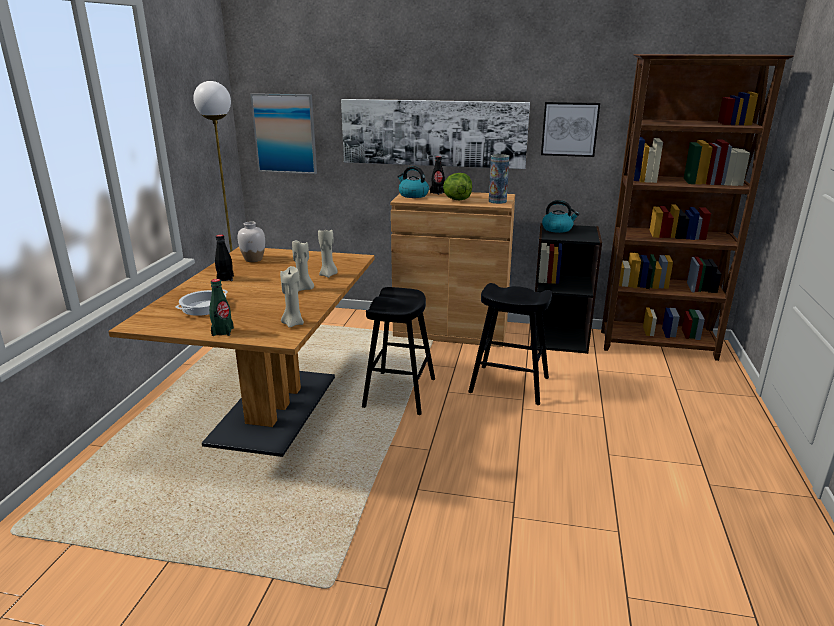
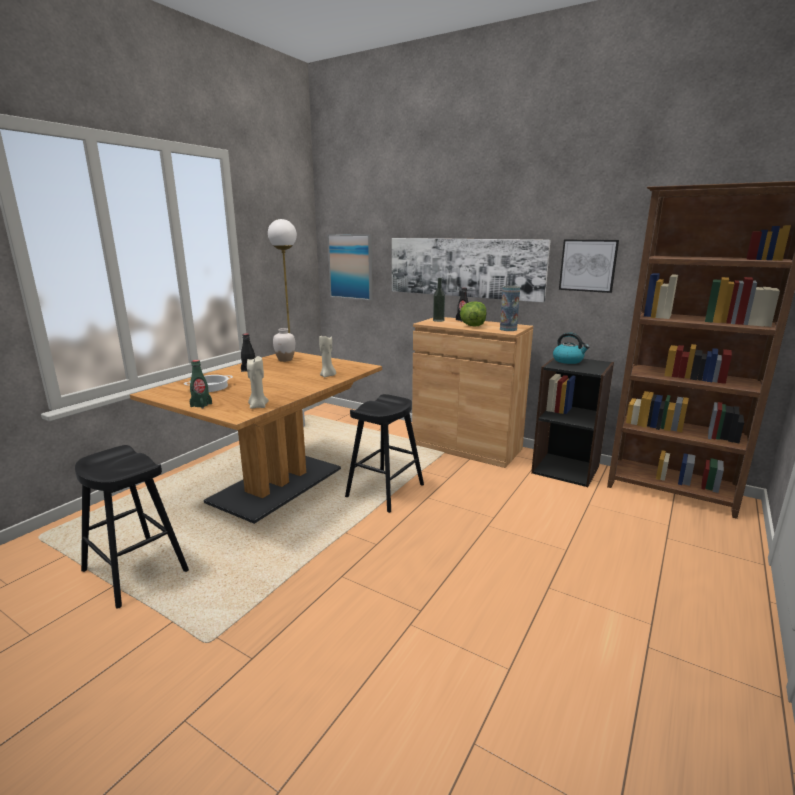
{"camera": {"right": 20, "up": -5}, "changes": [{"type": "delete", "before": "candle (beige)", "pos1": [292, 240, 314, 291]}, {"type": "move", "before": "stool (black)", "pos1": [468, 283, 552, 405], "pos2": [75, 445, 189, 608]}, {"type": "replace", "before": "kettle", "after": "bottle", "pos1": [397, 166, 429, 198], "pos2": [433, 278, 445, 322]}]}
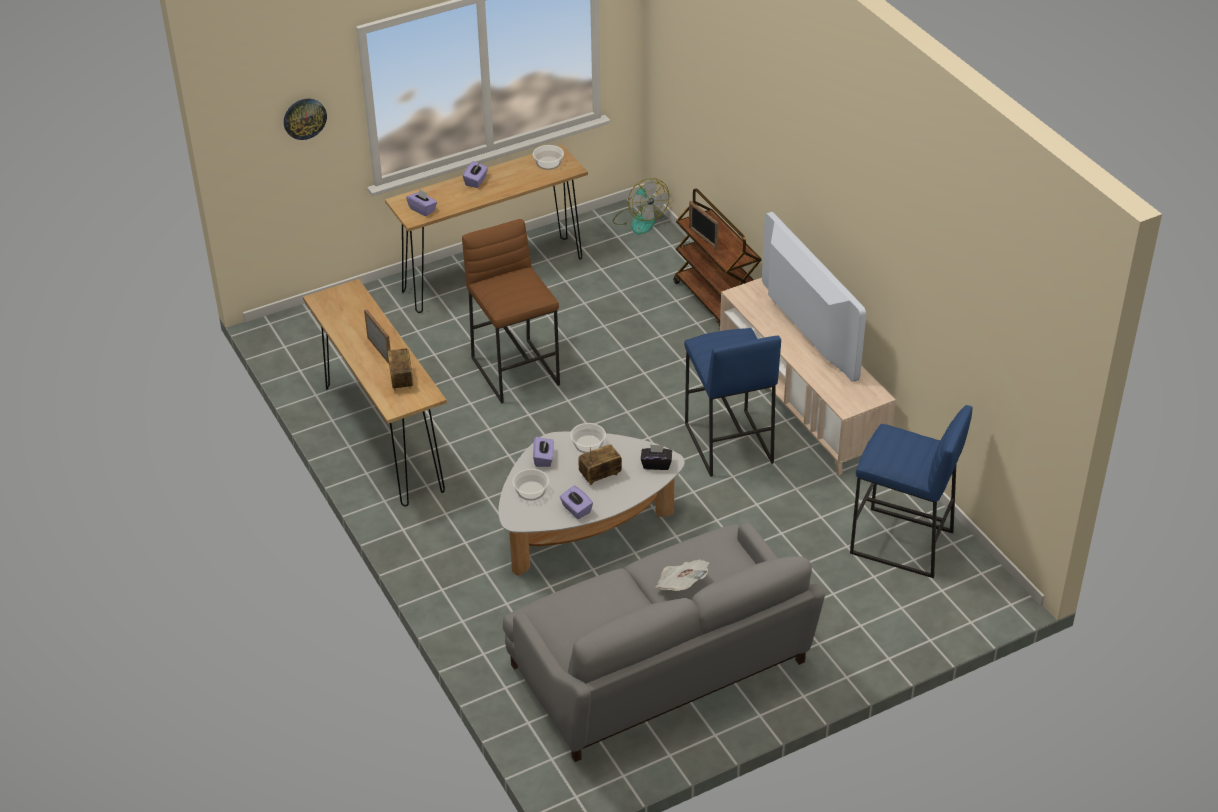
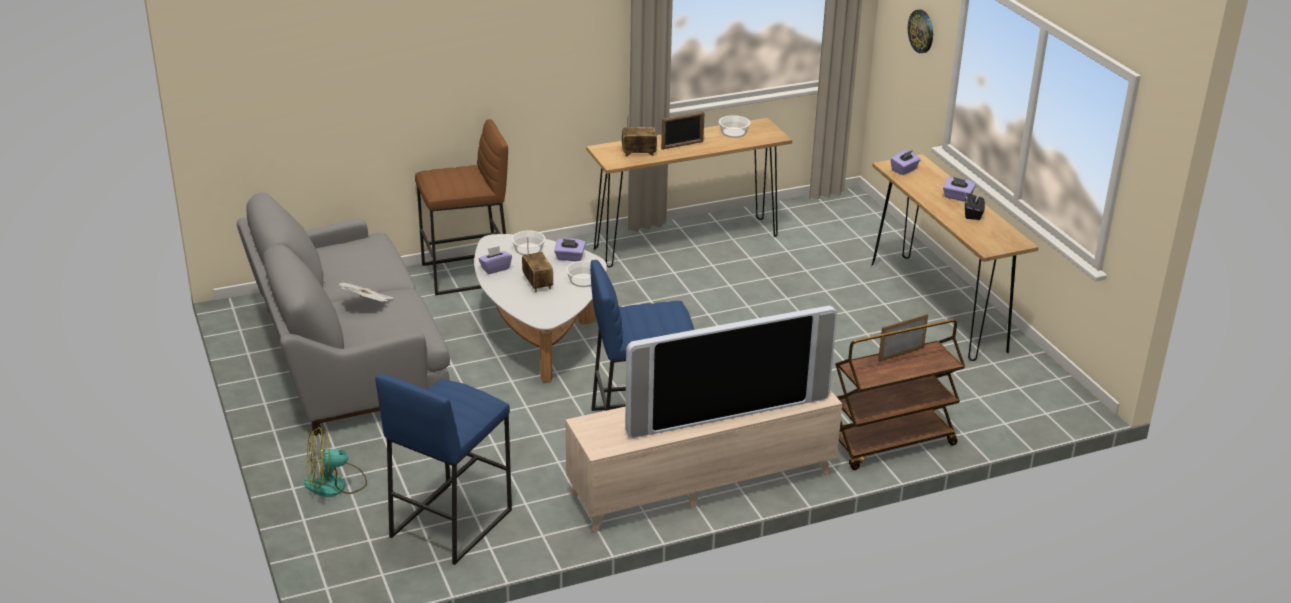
{"camera": {"right": 95, "up": -10}, "changes": [{"type": "move", "before": "stool (brown)", "pos1": [462, 219, 560, 404], "pos2": [415, 119, 508, 295]}, {"type": "move", "before": "bowl", "pos1": [533, 145, 564, 170], "pos2": [719, 115, 750, 138]}, {"type": "move", "before": "fan", "pos1": [613, 178, 669, 234], "pos2": [304, 427, 367, 497]}, {"type": "move", "before": "tissue box (black)", "pos1": [641, 444, 672, 470], "pos2": [965, 193, 985, 220]}]}
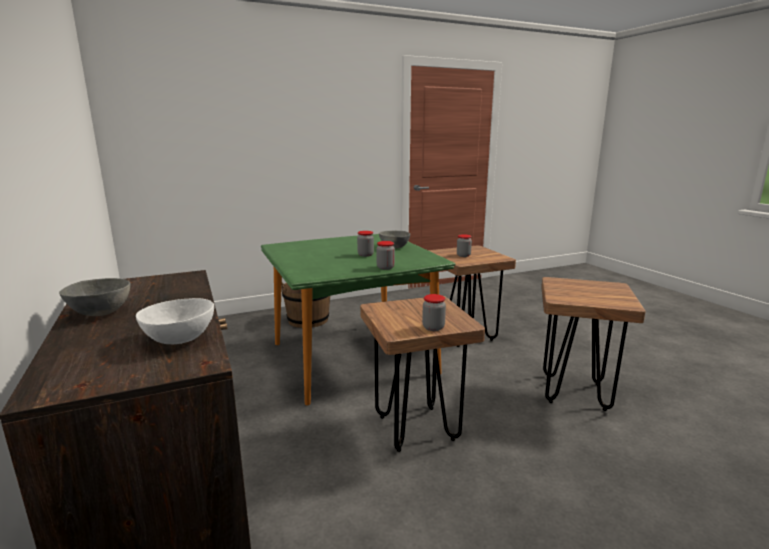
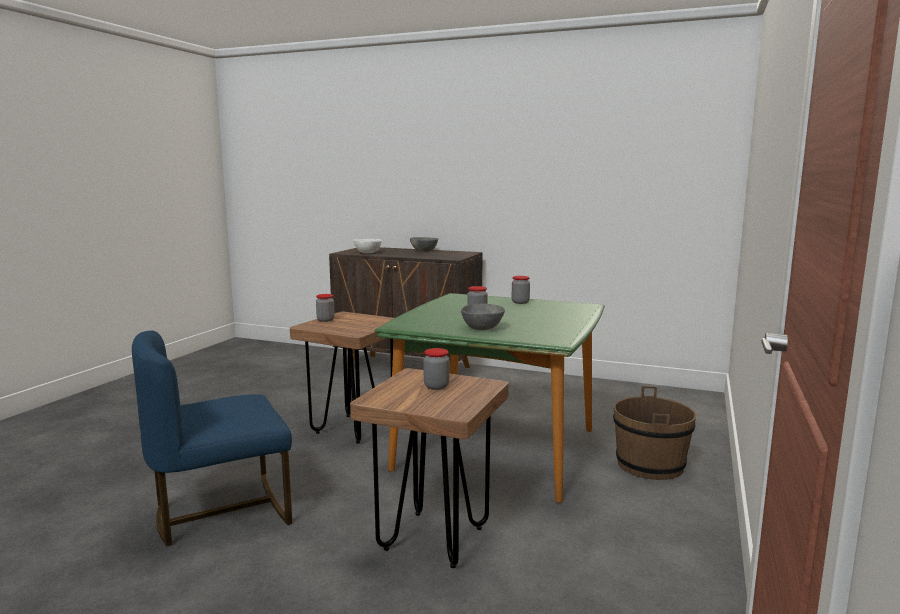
{"camera": {"right": 135, "up": -5}, "changes": [{"type": "move", "before": "jar", "pos1": [376, 241, 395, 270], "pos2": [512, 276, 530, 304]}, {"type": "replace", "before": "stool (brown)", "after": "chair (blue)", "pos1": [541, 277, 646, 411], "pos2": [132, 331, 292, 546]}]}
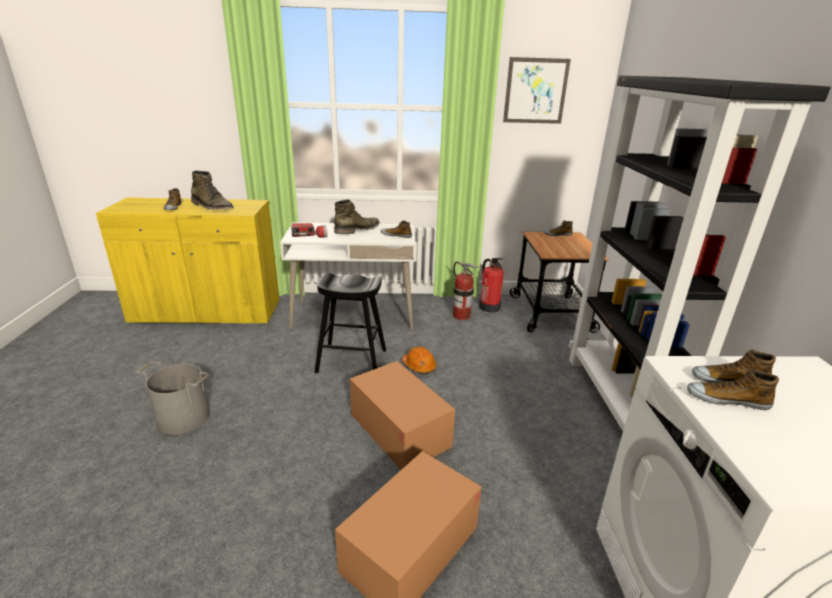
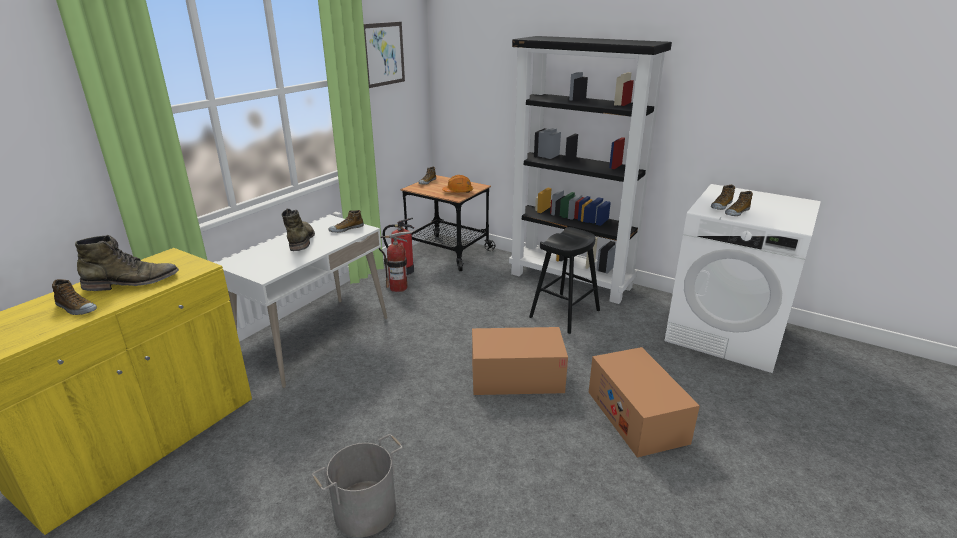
{"camera": {"right": -55, "up": 0}, "changes": [{"type": "delete", "before": "flashlight", "pos1": [291, 223, 327, 238]}, {"type": "move", "before": "stool (black)", "pos1": [315, 273, 386, 373], "pos2": [529, 227, 600, 334]}, {"type": "move", "before": "hard hat (orange)", "pos1": [402, 346, 437, 374], "pos2": [442, 175, 473, 193]}]}
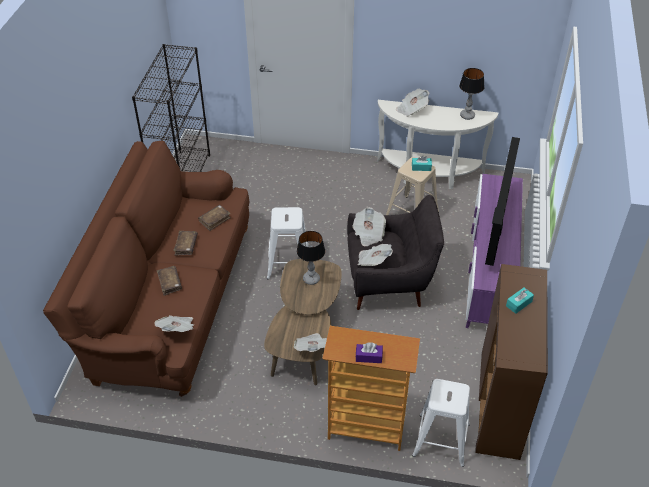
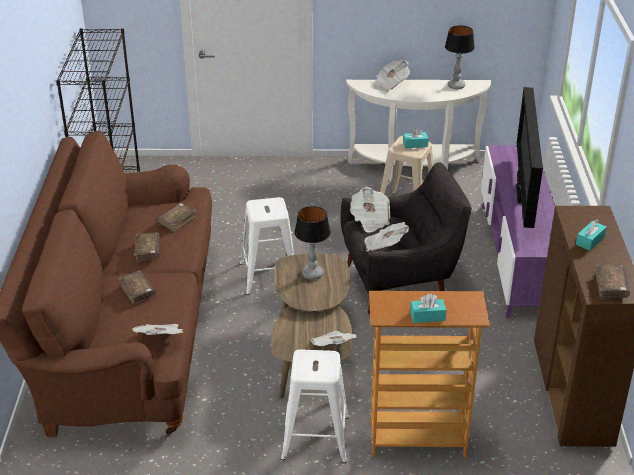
{"camera": {"right": -10, "up": -10}, "changes": [{"type": "insert", "after": "book (brown)", "pos2": [594, 264, 630, 299]}, {"type": "move", "before": "stool (white)", "pos1": [412, 379, 470, 467], "pos2": [281, 350, 349, 463]}, {"type": "recolor", "before": "tissue box (purple)", "after": "tissue box (turquoise)", "pos1": [356, 342, 383, 363], "pos2": [410, 294, 446, 323]}]}
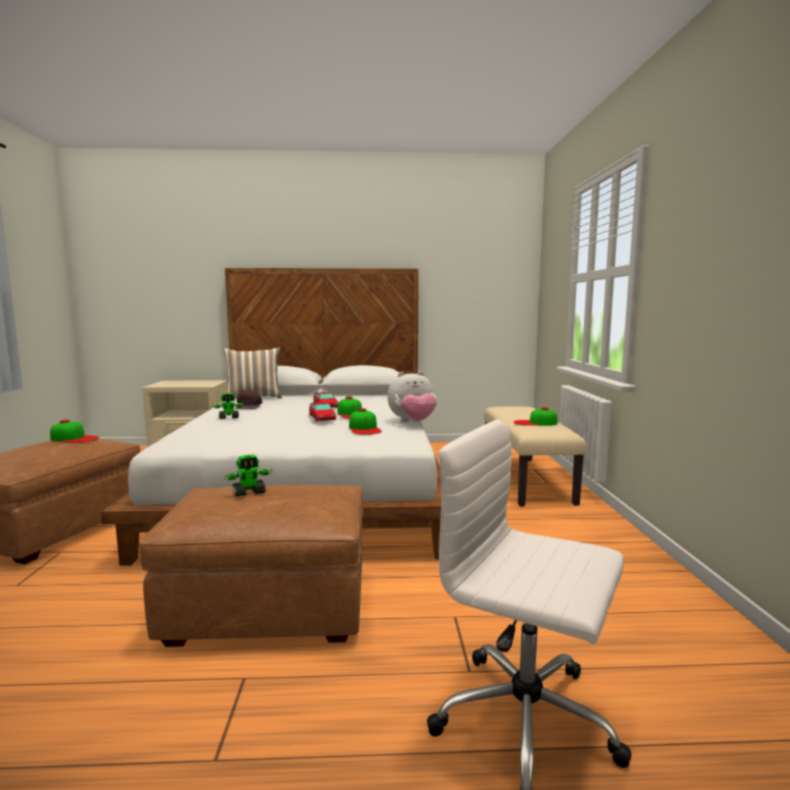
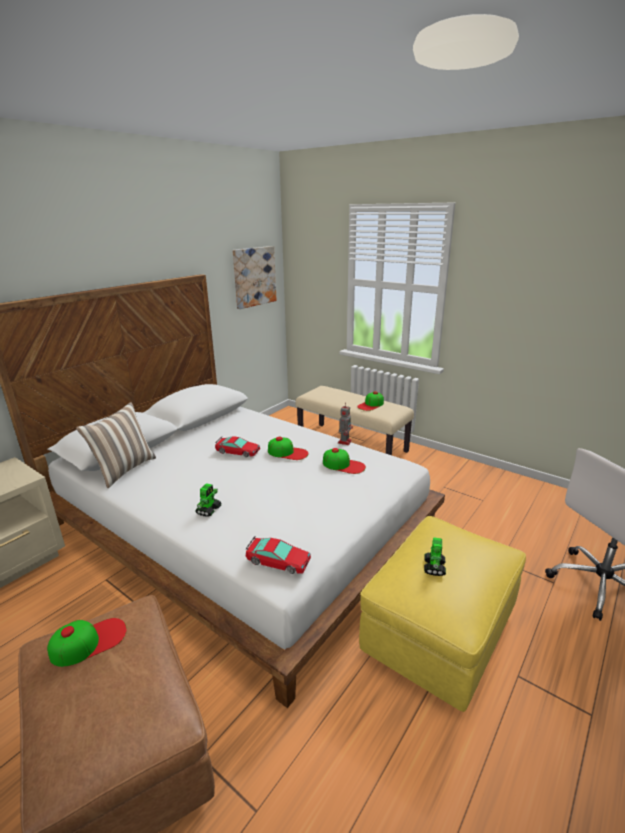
{"camera": {"right": -50, "up": 15}, "changes": [{"type": "delete", "before": "cap (brown)", "pos1": [235, 389, 263, 409]}, {"type": "insert", "after": "picture", "pos2": [232, 246, 277, 309]}, {"type": "move", "before": "toy car", "pos1": [309, 402, 336, 422], "pos2": [246, 536, 311, 574]}, {"type": "replace", "before": "plush toy", "after": "toy robot", "pos1": [387, 371, 437, 422], "pos2": [338, 406, 353, 445]}, {"type": "recolor", "before": "ottoman (brown)", "after": "ottoman (yellow)", "pos1": [139, 485, 363, 647], "pos2": [359, 516, 526, 712]}]}
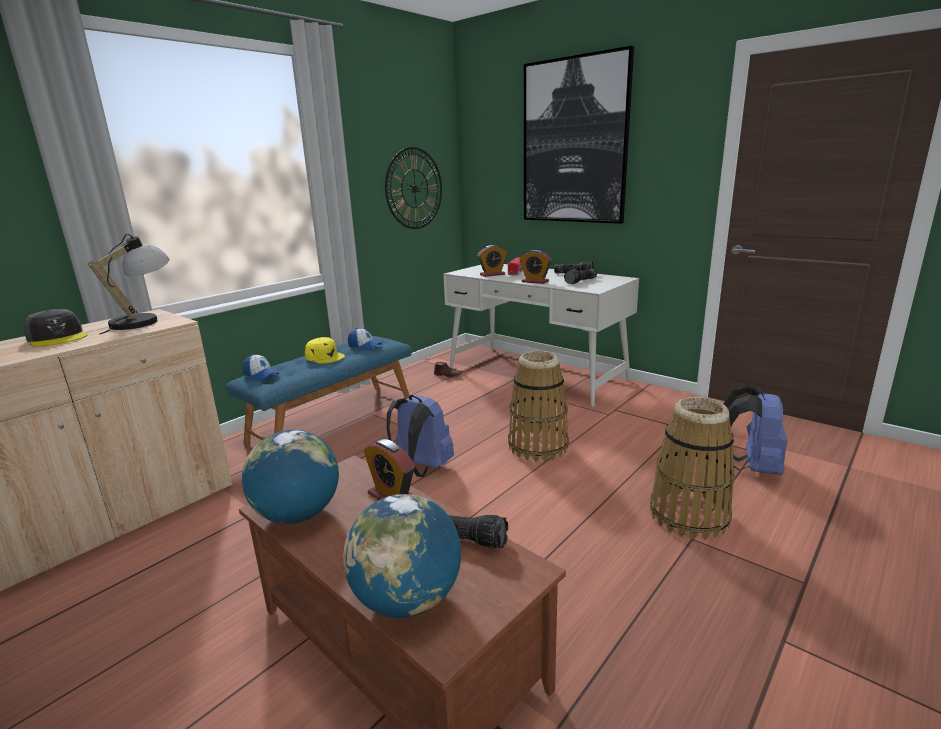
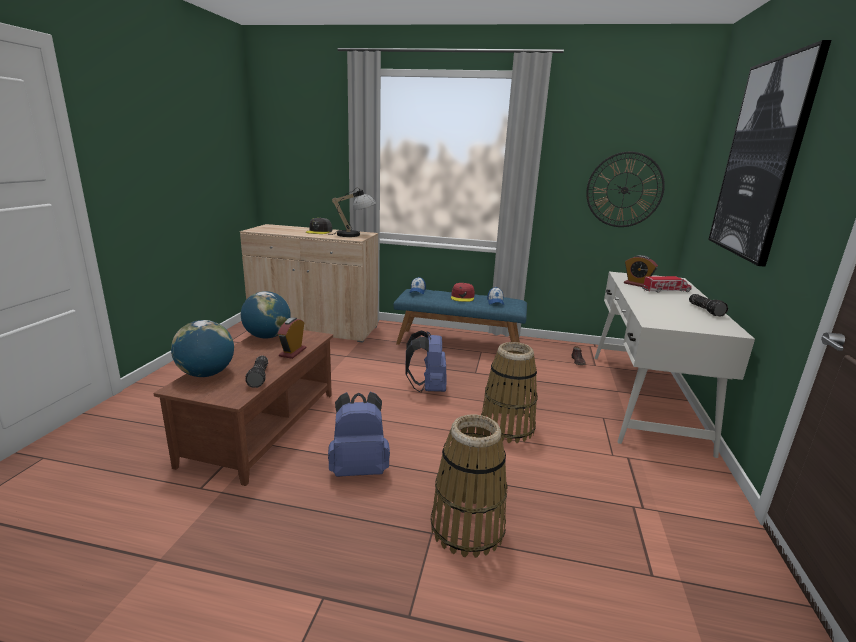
{"camera": {"right": 60, "up": 0}, "changes": [{"type": "delete", "before": "alarm clock", "pos1": [520, 250, 552, 284]}, {"type": "delete", "before": "flashlight", "pos1": [564, 269, 597, 284]}, {"type": "move", "before": "backpack (blue)", "pos1": [724, 386, 787, 475], "pos2": [328, 392, 390, 477]}, {"type": "recolor", "before": "cap (yellow)", "after": "cap (red)", "pos1": [305, 337, 345, 364], "pos2": [451, 283, 475, 302]}]}
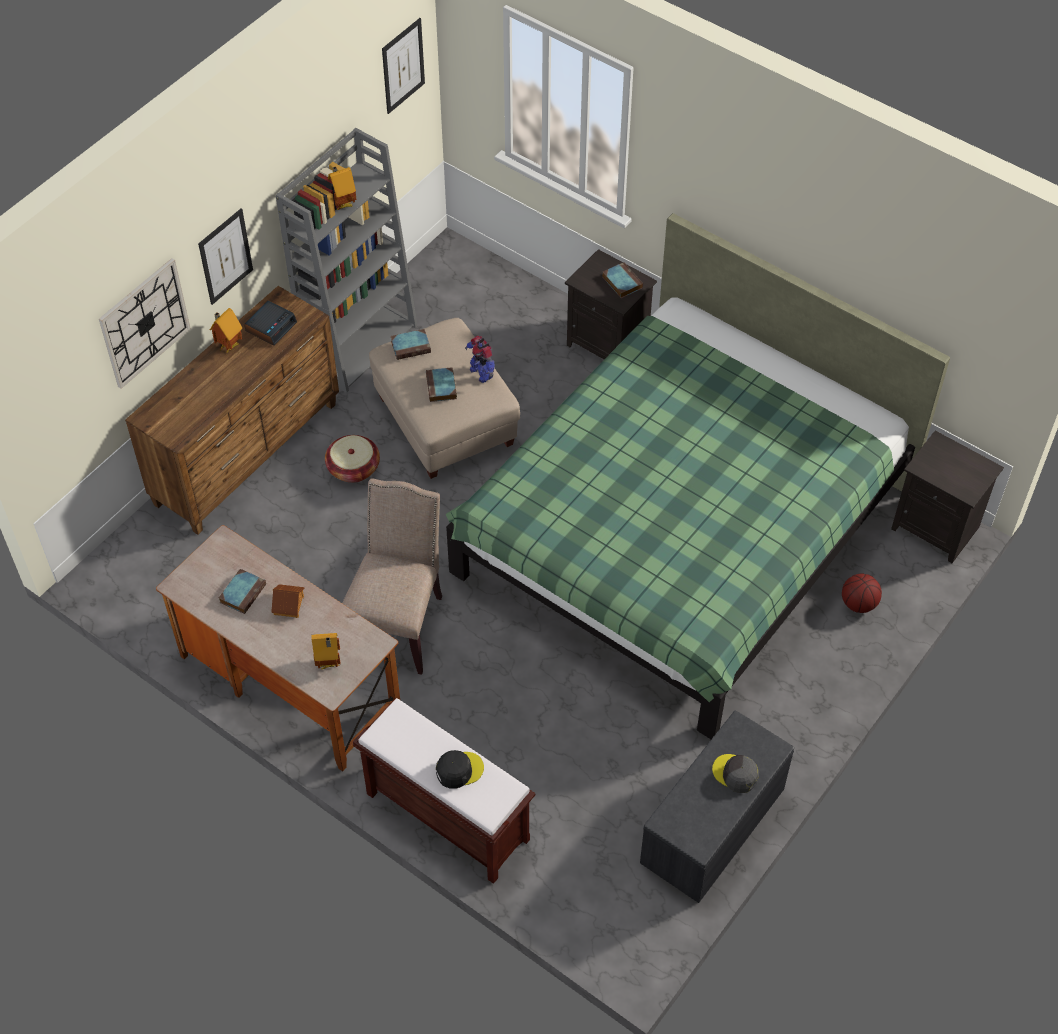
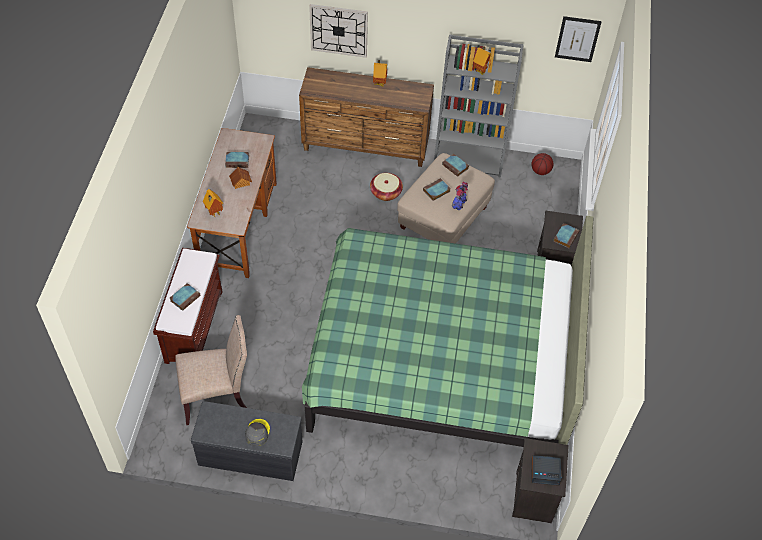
{"camera": {"right": 60, "up": 0}, "changes": [{"type": "delete", "before": "picture", "pos1": [198, 208, 253, 305]}, {"type": "move", "before": "alarm clock", "pos1": [244, 301, 297, 346], "pos2": [531, 455, 562, 486]}, {"type": "move", "before": "chair (beige)", "pos1": [342, 478, 442, 675], "pos2": [175, 315, 247, 425]}, {"type": "move", "before": "basketball", "pos1": [842, 573, 882, 613], "pos2": [531, 153, 554, 175]}, {"type": "replace", "before": "cap (black)", "after": "book", "pos1": [436, 750, 484, 789], "pos2": [170, 283, 200, 311]}]}
